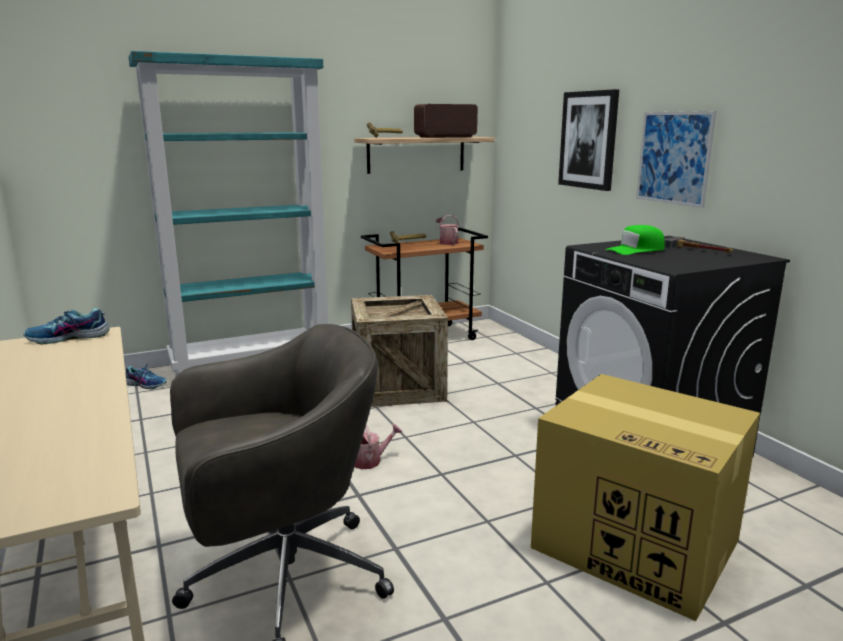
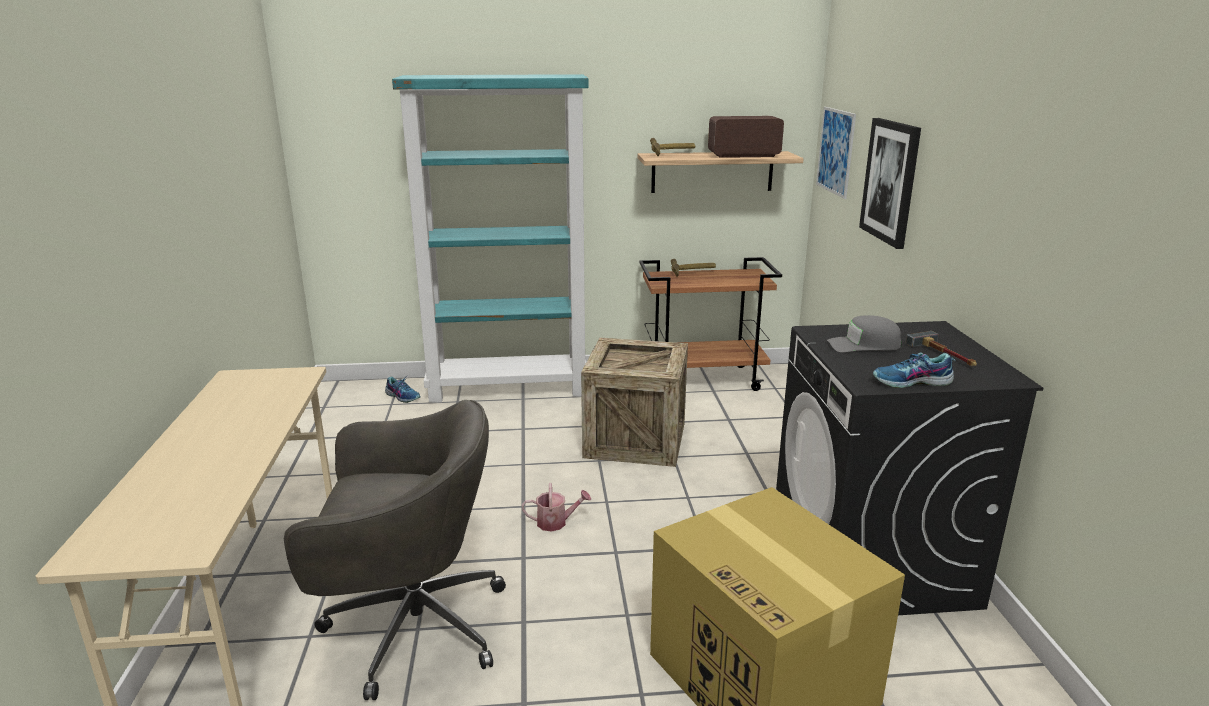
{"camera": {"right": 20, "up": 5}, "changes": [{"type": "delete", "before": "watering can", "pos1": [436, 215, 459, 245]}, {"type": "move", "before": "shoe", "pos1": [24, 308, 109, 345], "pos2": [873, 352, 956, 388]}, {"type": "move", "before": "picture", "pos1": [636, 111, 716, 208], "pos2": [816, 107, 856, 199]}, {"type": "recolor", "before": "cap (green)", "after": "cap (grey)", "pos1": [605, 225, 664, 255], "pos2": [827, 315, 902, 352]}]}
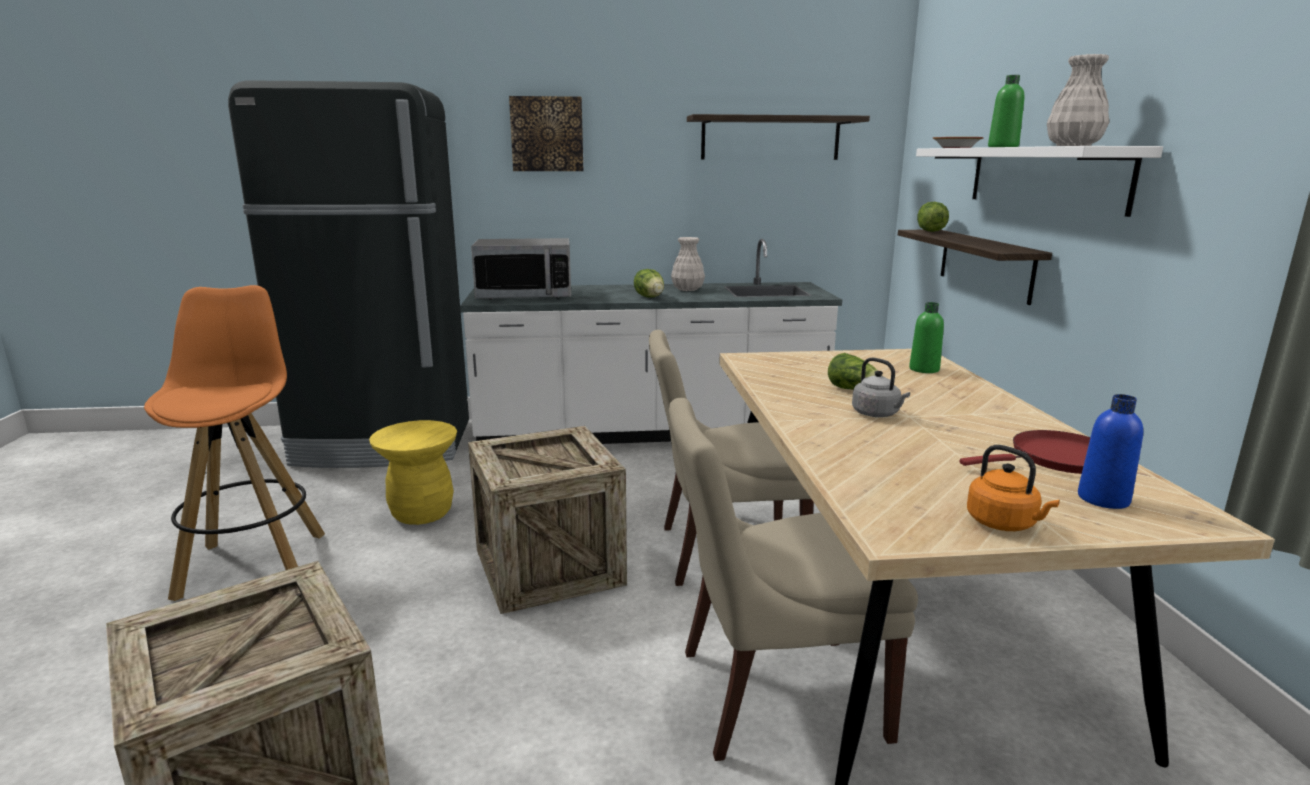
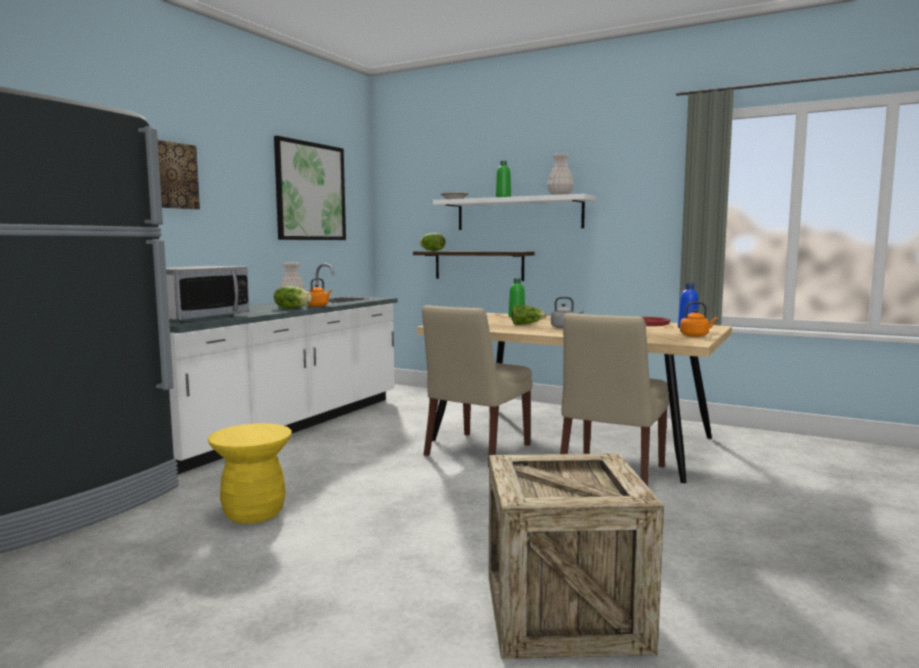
{"camera": {"right": -55, "up": -10}, "changes": [{"type": "delete", "before": "stool (orange)", "pos1": [144, 285, 325, 601]}, {"type": "delete", "before": "crate", "pos1": [468, 426, 627, 614]}, {"type": "insert", "after": "kettle (orange)", "pos2": [307, 278, 332, 307]}, {"type": "replace", "before": "shelf", "after": "picture", "pos1": [687, 114, 870, 160], "pos2": [274, 136, 346, 240]}]}
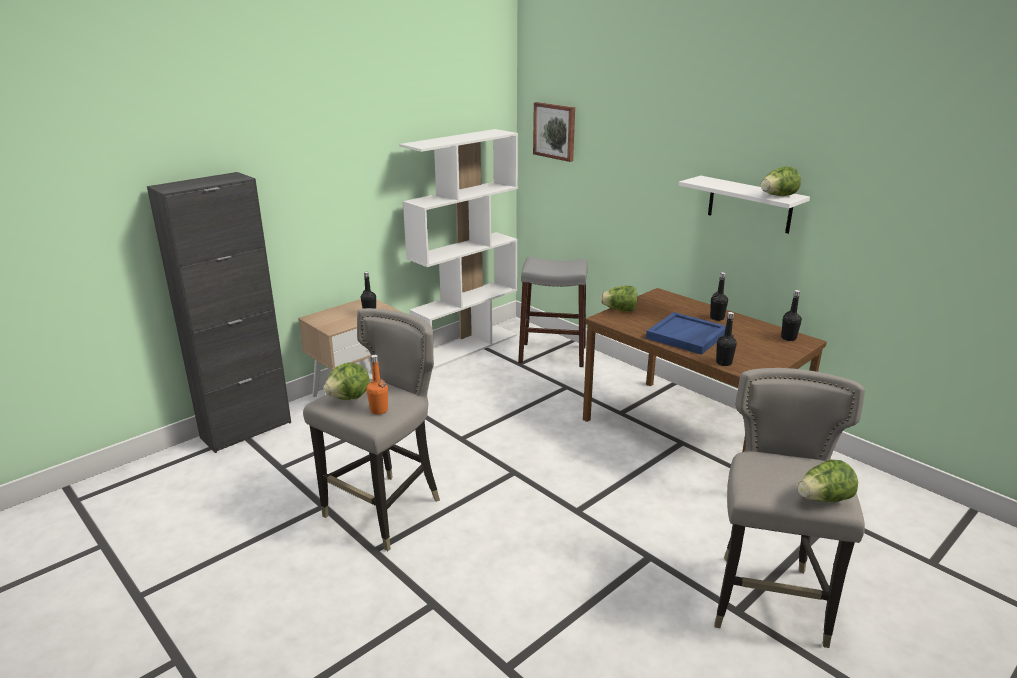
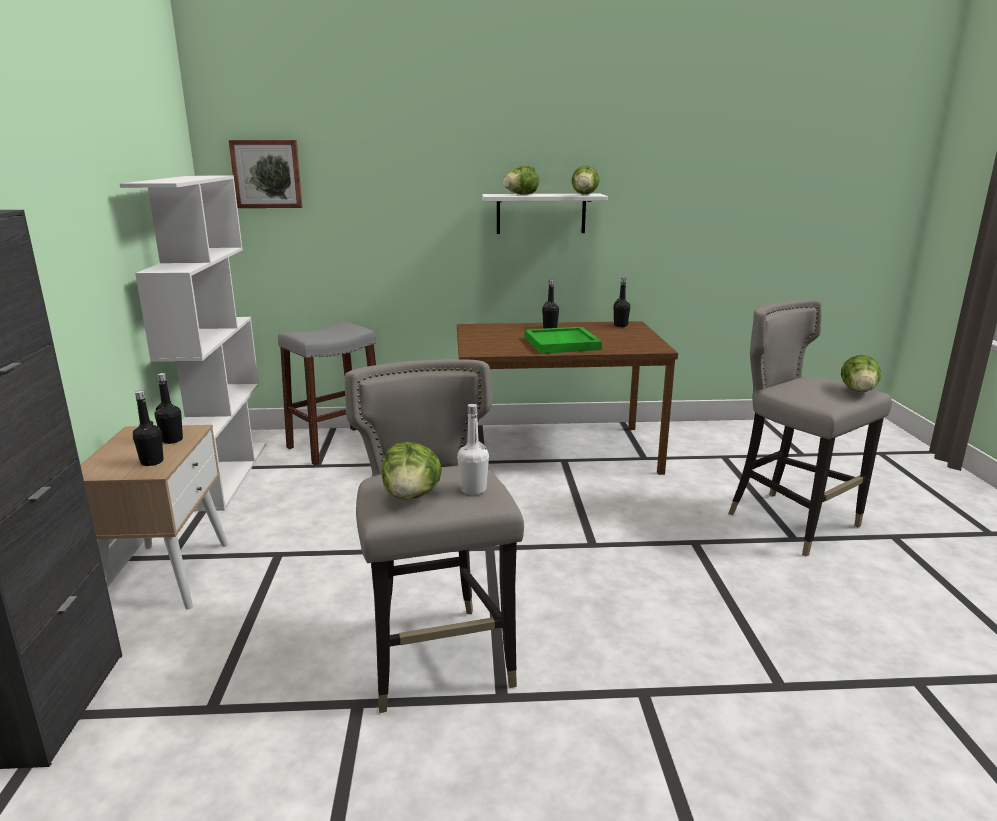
{"camera": {"right": -50, "up": -5}, "changes": [{"type": "move", "before": "lettuce", "pos1": [600, 286, 637, 311], "pos2": [503, 166, 539, 195]}, {"type": "move", "before": "bottle (black)", "pos1": [716, 312, 737, 366], "pos2": [133, 391, 164, 466]}, {"type": "recolor", "before": "bottle (orange)", "after": "bottle (white)", "pos1": [366, 355, 388, 415], "pos2": [457, 404, 489, 495]}, {"type": "recolor", "before": "tray (blue)", "after": "tray (green)", "pos1": [646, 312, 726, 355], "pos2": [525, 327, 602, 354]}]}
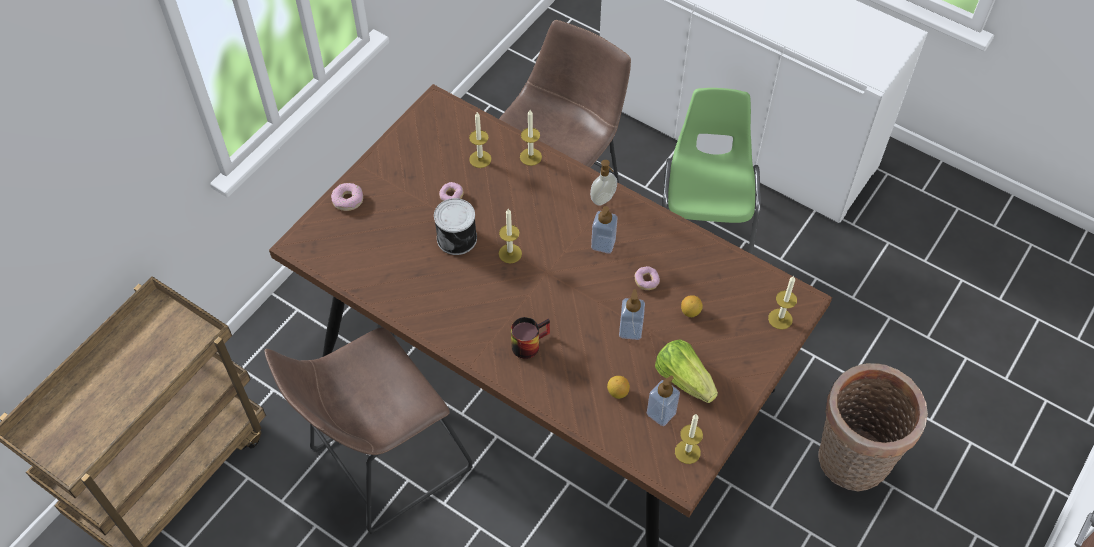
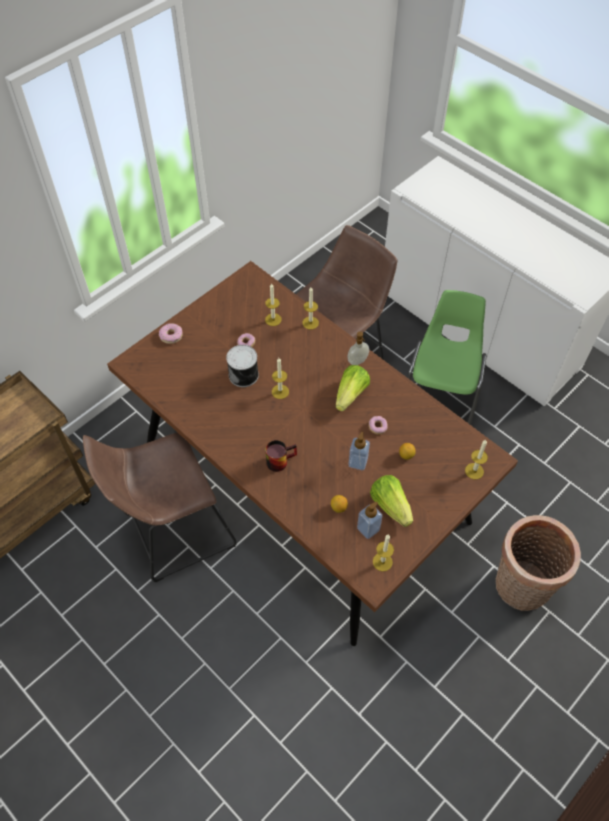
{"camera": {"right": 10, "up": 0}, "changes": [{"type": "replace", "before": "soap dispenser", "after": "lettuce", "pos1": [591, 206, 617, 253], "pos2": [336, 365, 370, 412]}]}
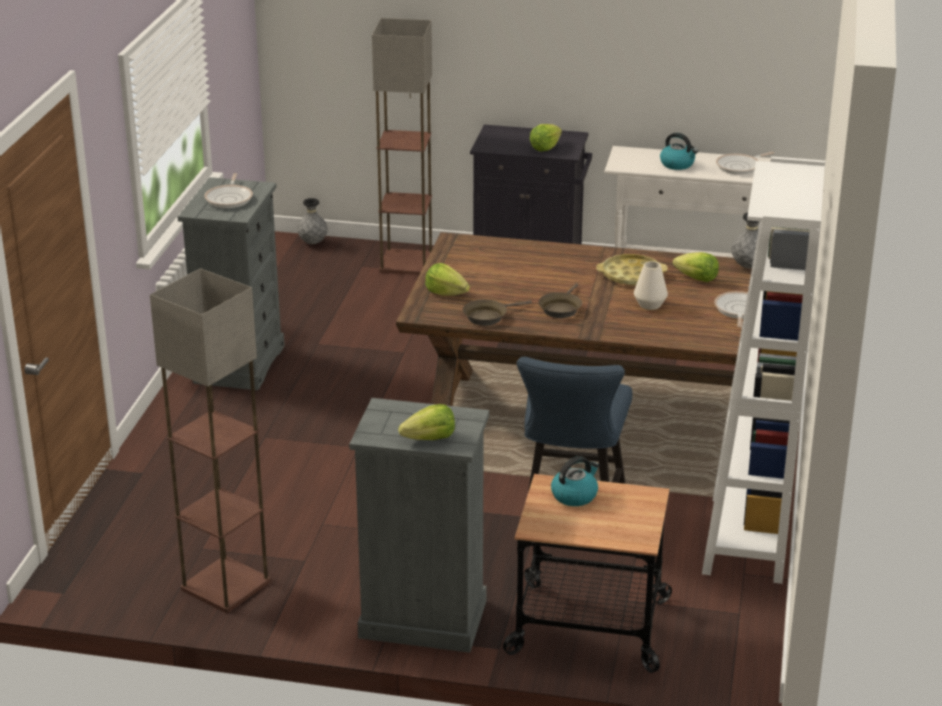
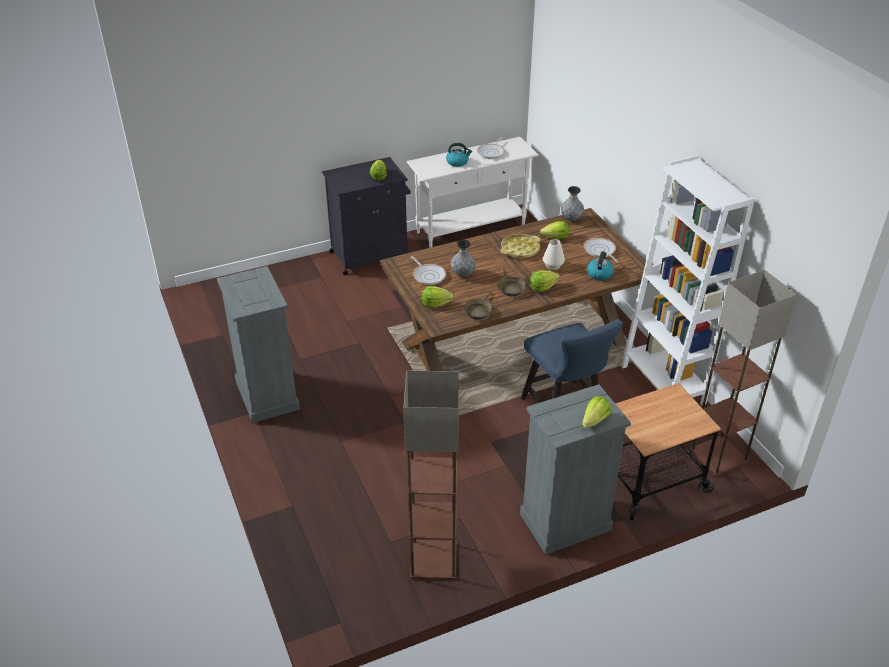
{"camera": {"right": -35, "up": 10}, "changes": [{"type": "insert", "after": "lettuce", "pos2": [530, 270, 560, 292]}, {"type": "move", "before": "frying pan", "pos1": [204, 173, 253, 208], "pos2": [411, 256, 446, 285]}, {"type": "move", "before": "vase (grey)", "pos1": [297, 198, 328, 245], "pos2": [451, 240, 476, 277]}, {"type": "move", "before": "floor lamp", "pos1": [372, 18, 432, 275], "pos2": [690, 270, 798, 477]}, {"type": "move", "before": "kettle", "pos1": [551, 456, 599, 506], "pos2": [587, 251, 614, 280]}]}
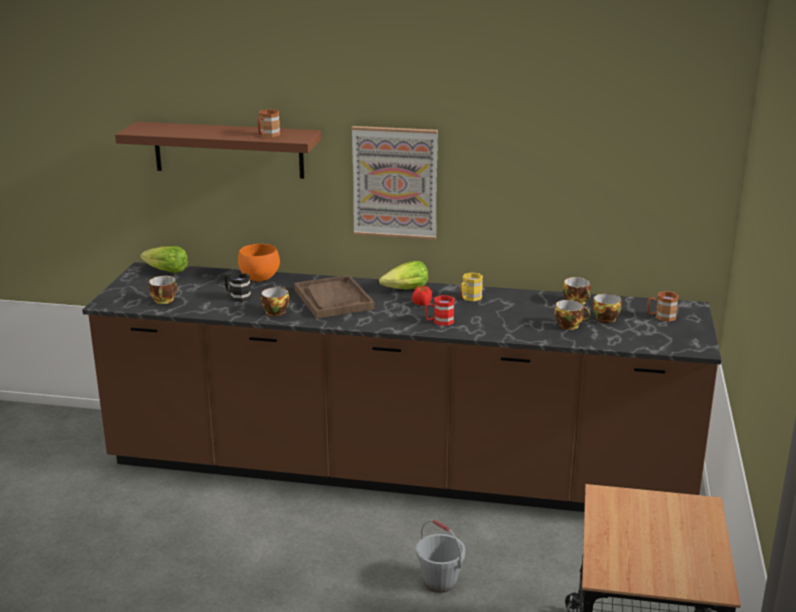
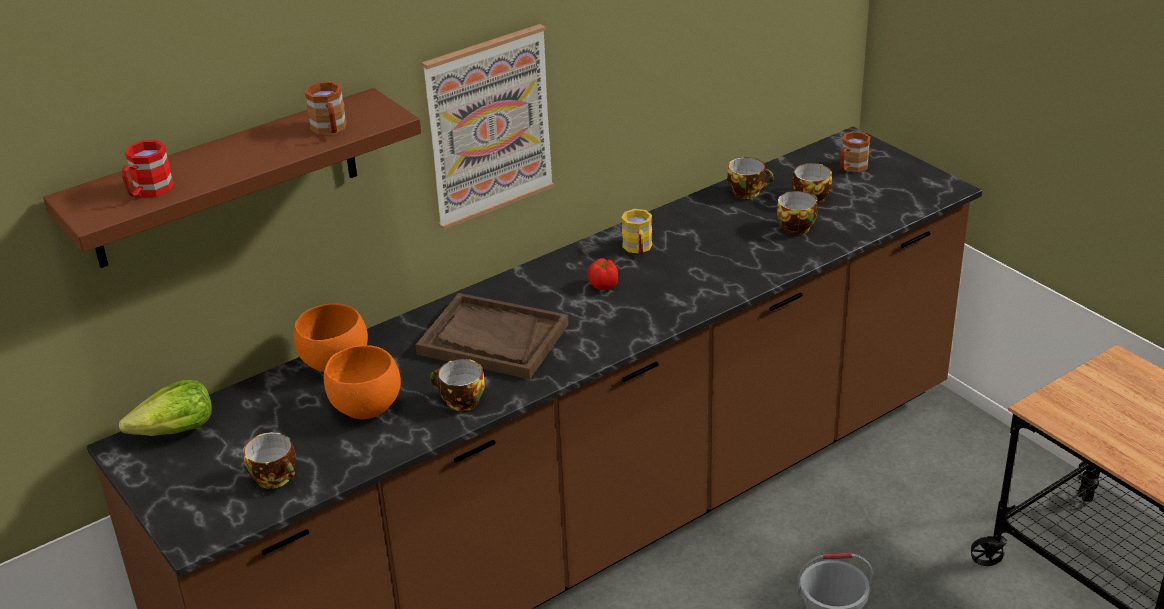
{"camera": {"right": -45, "up": 10}, "changes": [{"type": "delete", "before": "lettuce", "pos1": [379, 261, 428, 289]}, {"type": "move", "before": "mug (red)", "pos1": [425, 295, 454, 326], "pos2": [122, 140, 174, 197]}, {"type": "replace", "before": "mug (black)", "after": "bowl (orange)", "pos1": [224, 273, 251, 302], "pos2": [324, 345, 401, 419]}]}
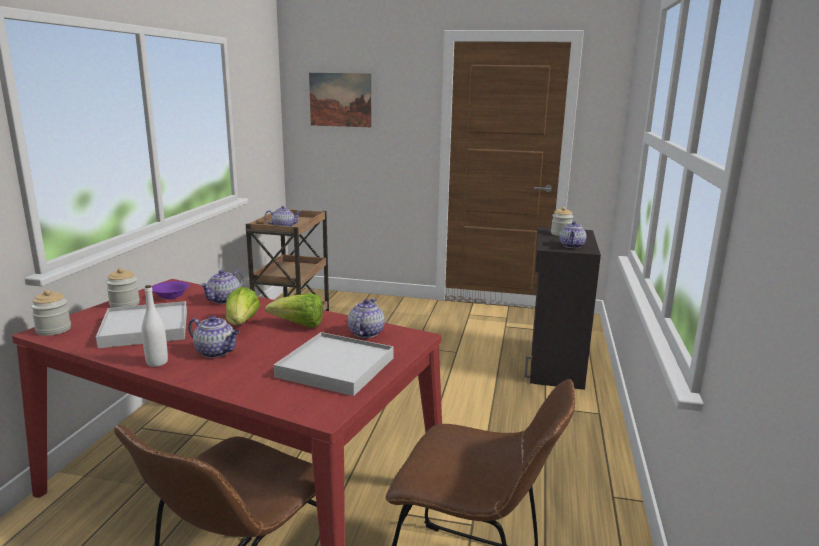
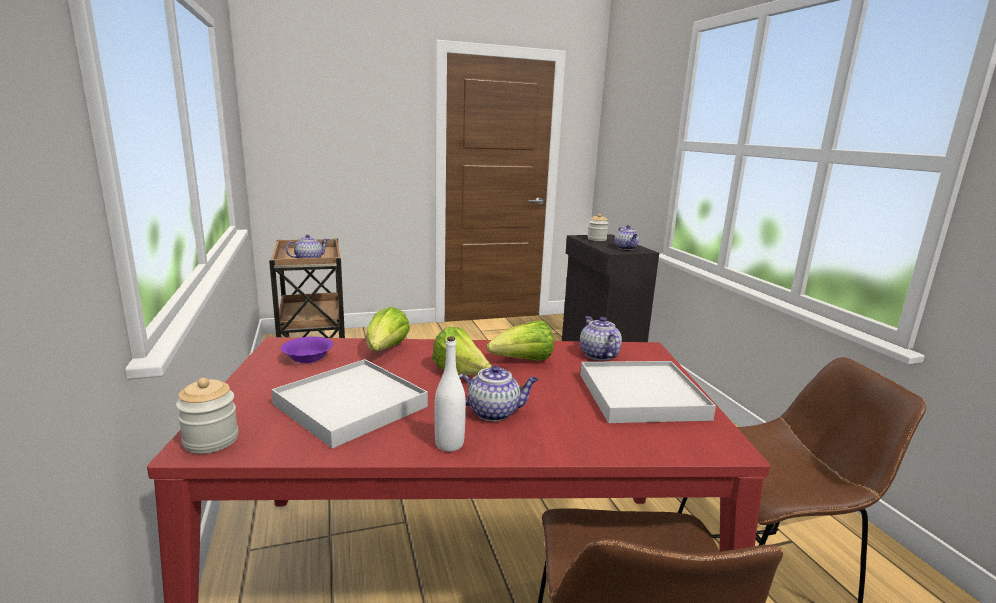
{"camera": {"right": -30, "up": 0}, "changes": [{"type": "delete", "before": "jar", "pos1": [106, 268, 140, 308]}, {"type": "delete", "before": "picture", "pos1": [309, 73, 372, 127]}, {"type": "replace", "before": "teapot", "after": "lettuce", "pos1": [200, 270, 244, 304], "pos2": [366, 307, 410, 351]}]}
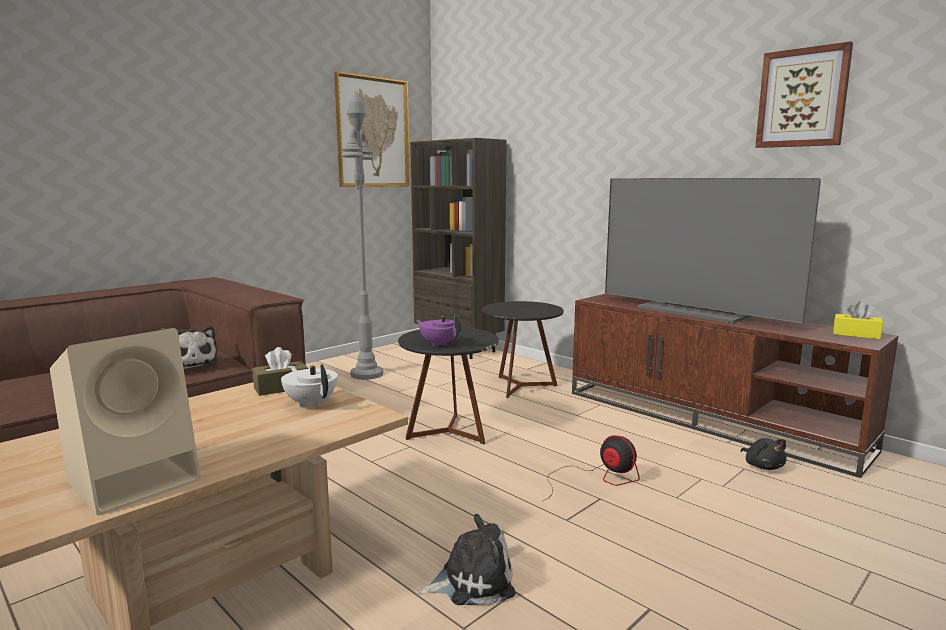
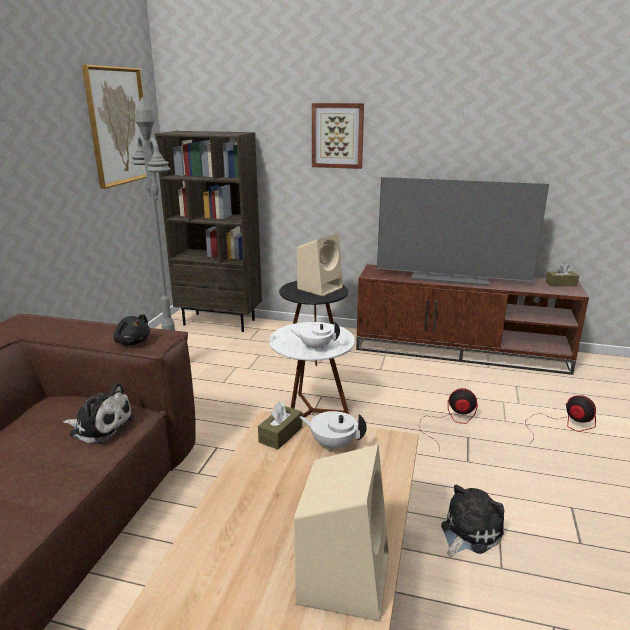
{"camera": {"right": -30, "up": 10}, "changes": [{"type": "insert", "after": "speaker (beige)", "pos2": [297, 233, 343, 296]}, {"type": "insert", "after": "fan", "pos2": [525, 395, 596, 444]}, {"type": "move", "before": "plush toy (black)", "pos1": [740, 438, 786, 470], "pos2": [113, 314, 150, 345]}, {"type": "move", "before": "picture", "pos1": [755, 41, 853, 148], "pos2": [312, 103, 364, 169]}, {"type": "recolor", "before": "side table (black)", "after": "side table (white)", "pos1": [398, 327, 499, 444], "pos2": [269, 322, 355, 417]}, {"type": "recolor", "before": "teapot (purple)", "after": "teapot (white)", "pos1": [416, 313, 461, 346], "pos2": [291, 321, 340, 351]}, {"type": "recolor", "before": "tissue box (yellow)", "after": "tissue box (brown)", "pos1": [833, 301, 883, 339], "pos2": [546, 263, 579, 287]}]}
